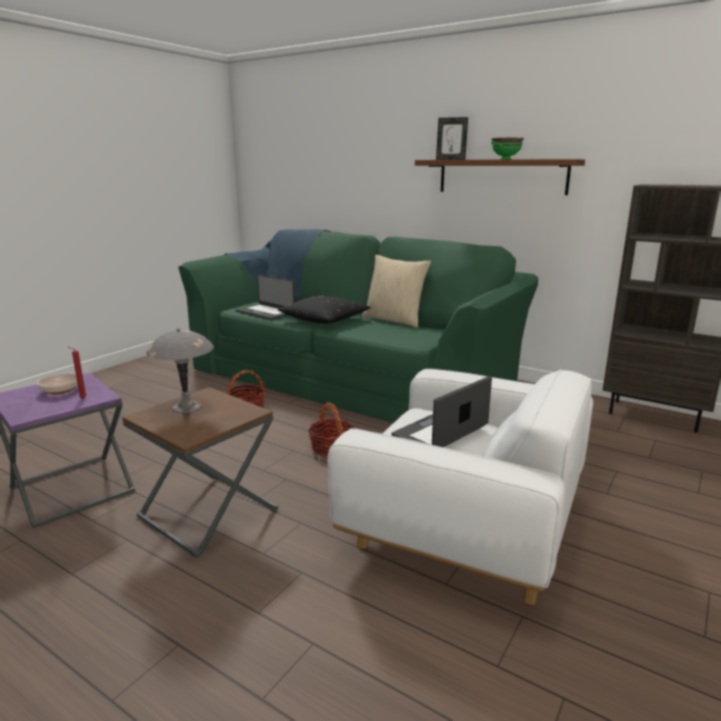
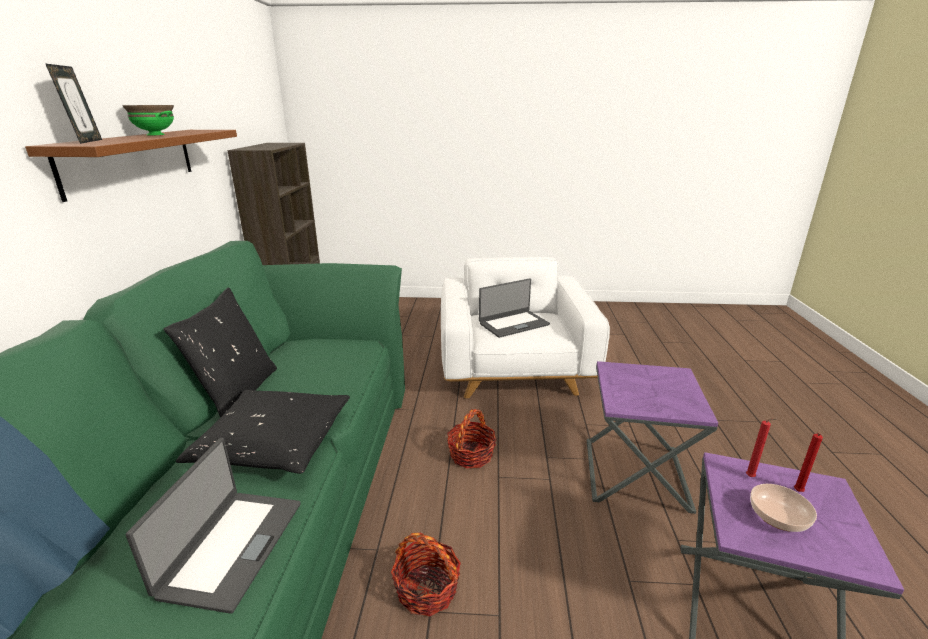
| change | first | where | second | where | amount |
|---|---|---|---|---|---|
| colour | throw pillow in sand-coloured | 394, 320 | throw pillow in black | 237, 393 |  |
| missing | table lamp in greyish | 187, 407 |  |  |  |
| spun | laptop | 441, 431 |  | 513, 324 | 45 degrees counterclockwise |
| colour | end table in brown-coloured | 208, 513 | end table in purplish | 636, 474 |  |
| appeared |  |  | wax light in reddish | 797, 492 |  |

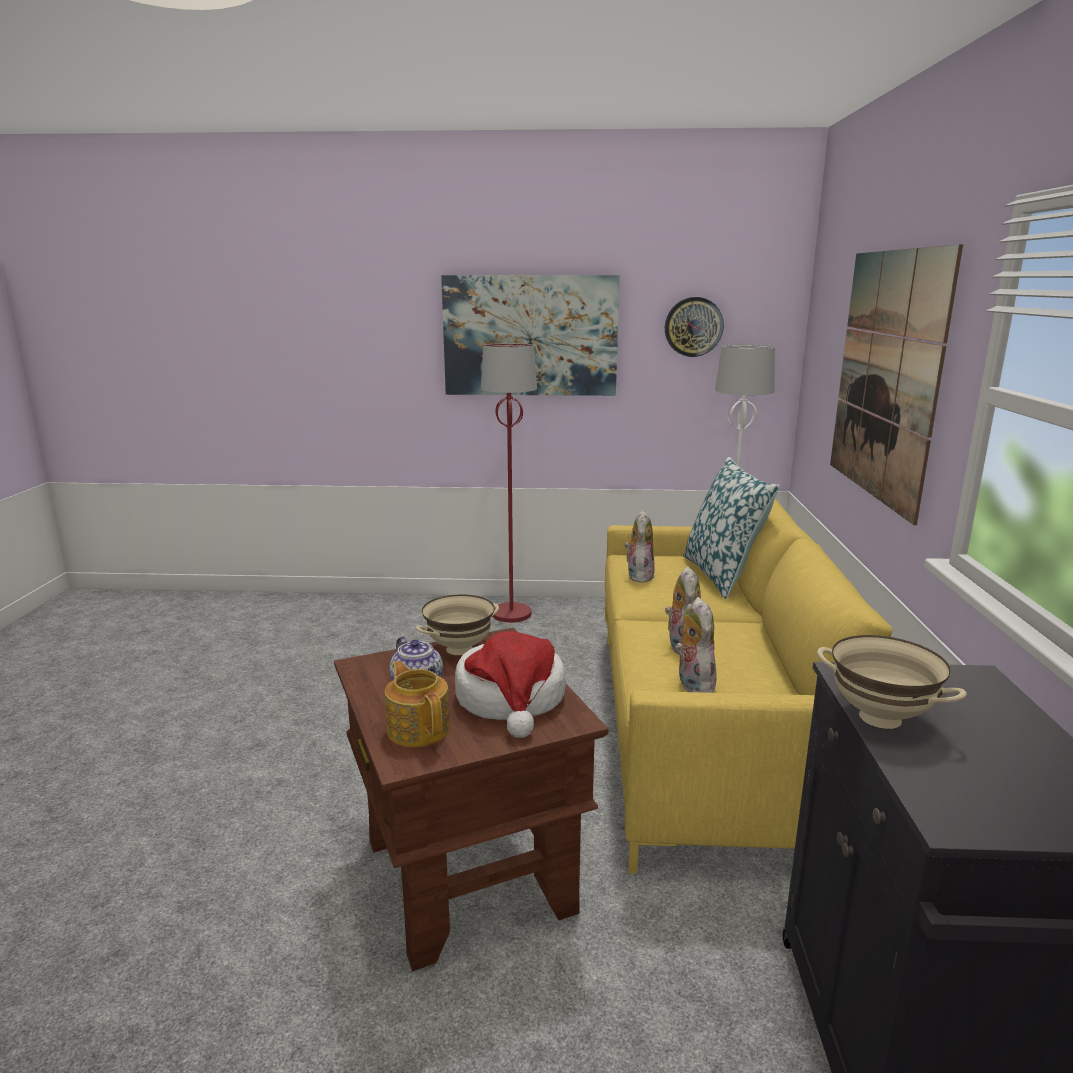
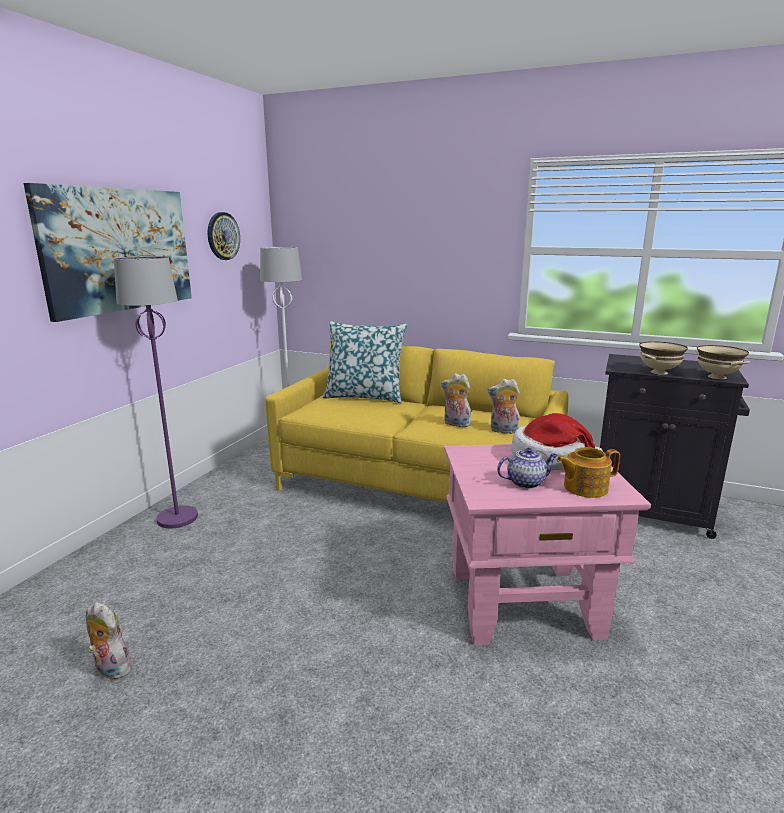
| change | first | where | second | where | amount |
|---|---|---|---|---|---|
| missing | wall picture | 886, 376 |  |  |  |
| colour | standard lamp in reddish | 511, 613 | standard lamp in purplish | 177, 518 |  |
| relocated | plush toy | 638, 575 |  | 110, 669 |  |
| relocated | serving bowl in sand-coloured | 459, 649 |  | 716, 377 |  |
| colour | end table in brown-coloured | 466, 875 | end table in pink | 524, 603 |  |

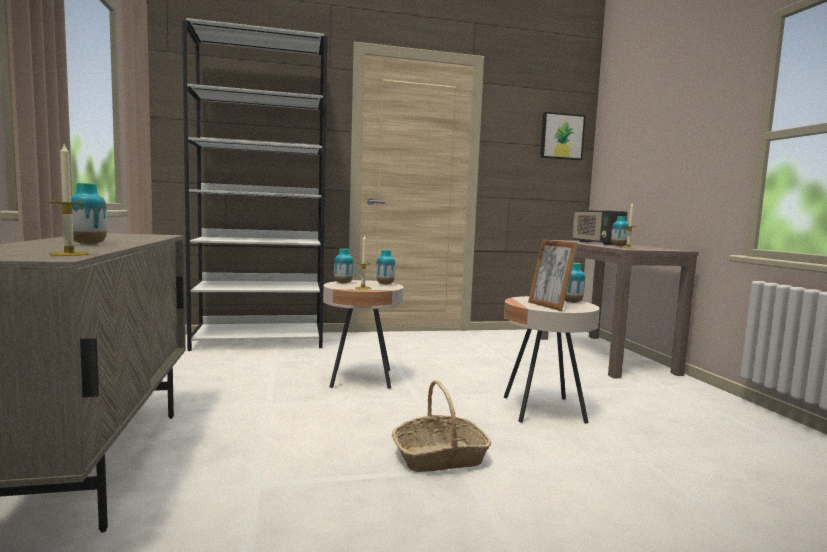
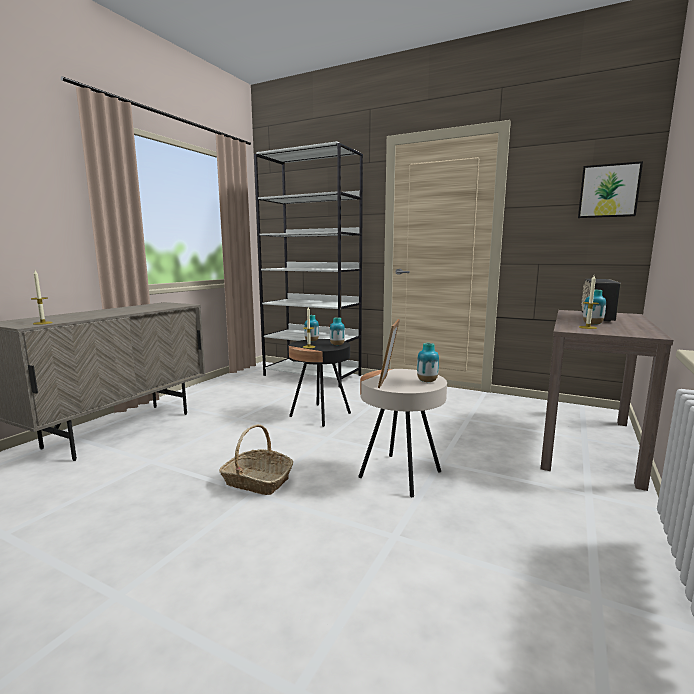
| change | first | where | second | where | amount |
|---|---|---|---|---|---|
| missing | decorative vase | 88, 244 |  |  |  |
| colour | end table in sand-coloured | 361, 378 | end table in black | 320, 415 |  |

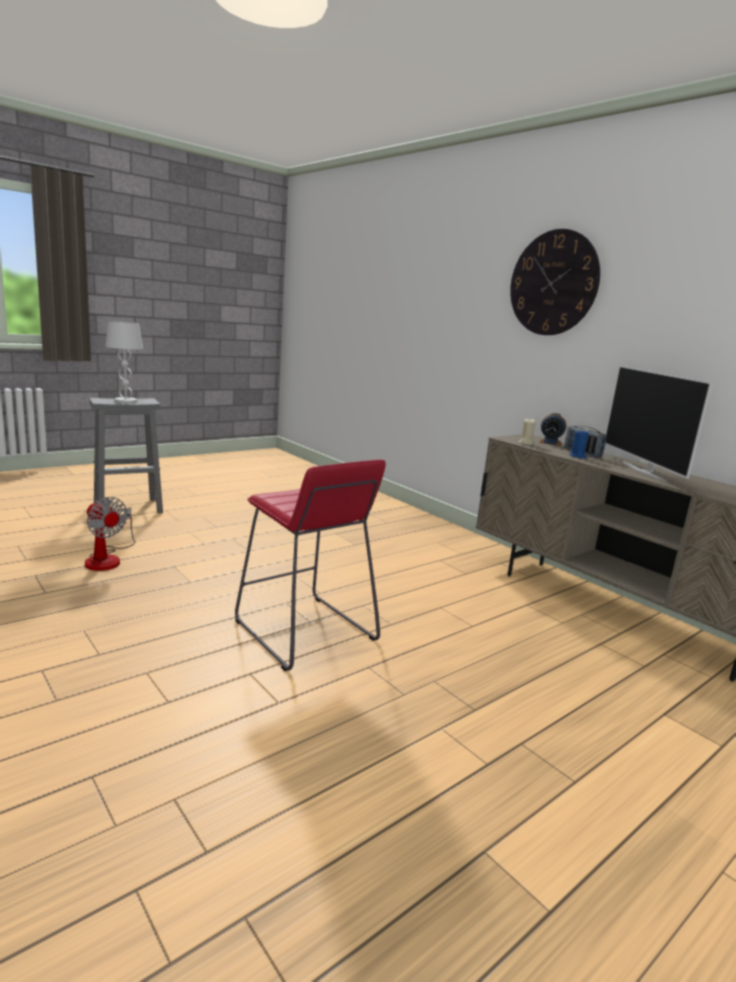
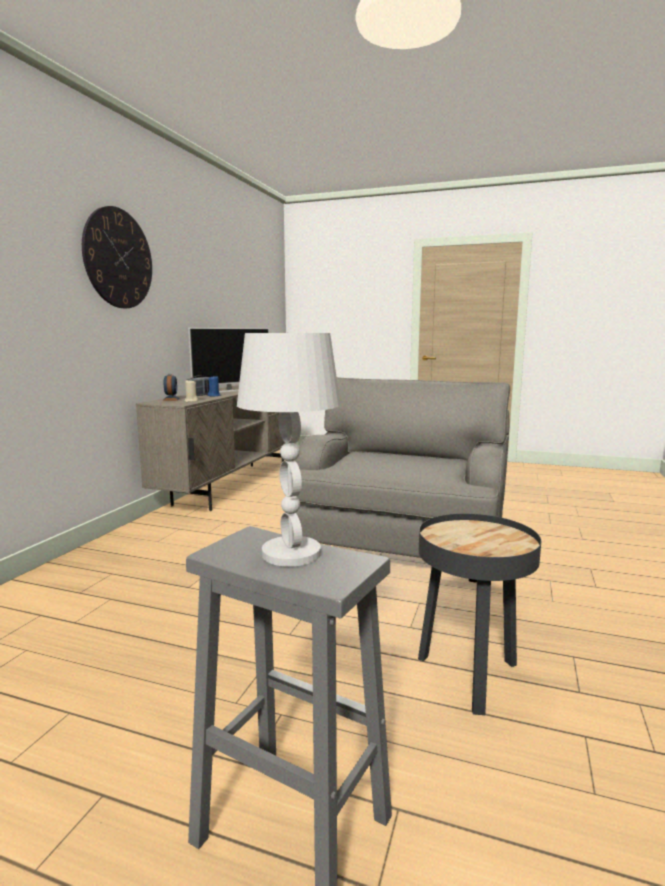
| change | first | where | second | where | amount |
|---|---|---|---|---|---|
| exchanged | stool in reddish | 304, 631 | lounge chair in greyish | 402, 540 |  |
| exchanged | fan | 108, 558 | end table in black | 469, 676 |  |

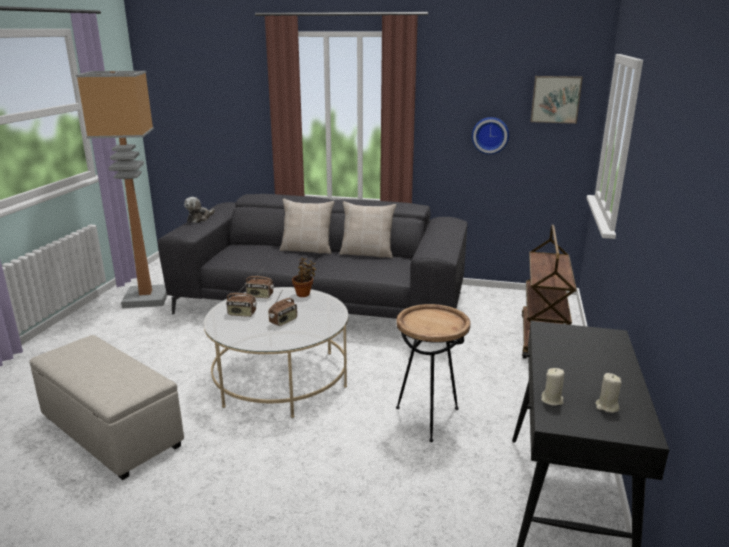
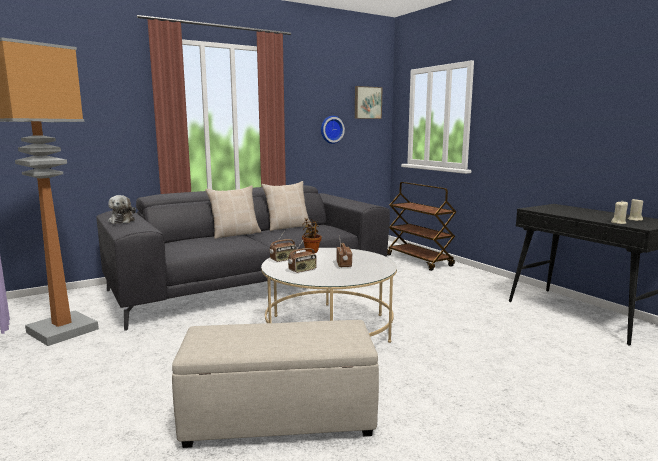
| change | first | where | second | where | amount |
|---|---|---|---|---|---|
| missing | end table in brown-coloured | 428, 418 |  |  |  |

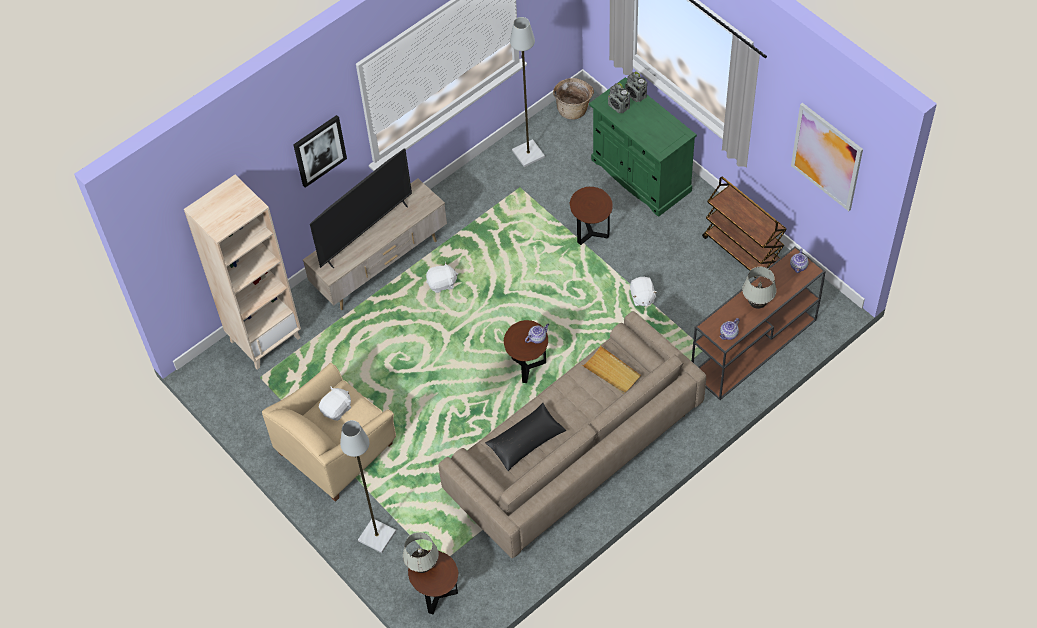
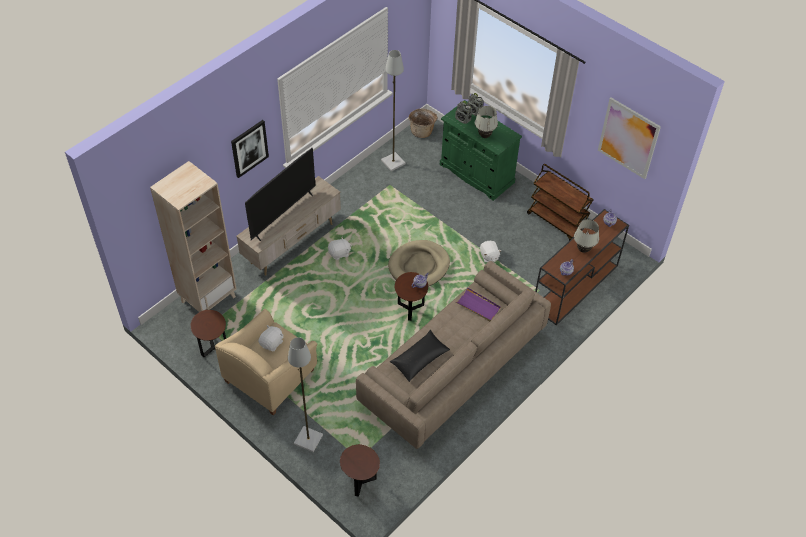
| change | first | where | second | where | amount |
|---|---|---|---|---|---|
| relocated | end table in brown-coloured | 591, 234 |  | 213, 347 |  |
| colour | serving tray in sand-coloured | 612, 372 | serving tray in purplish | 478, 306 |  |
| relocated | table lamp in whitish | 423, 566 |  | 484, 136 |  |
| appeared |  |  | dog cushion in sand-coloured | 419, 266 |  |

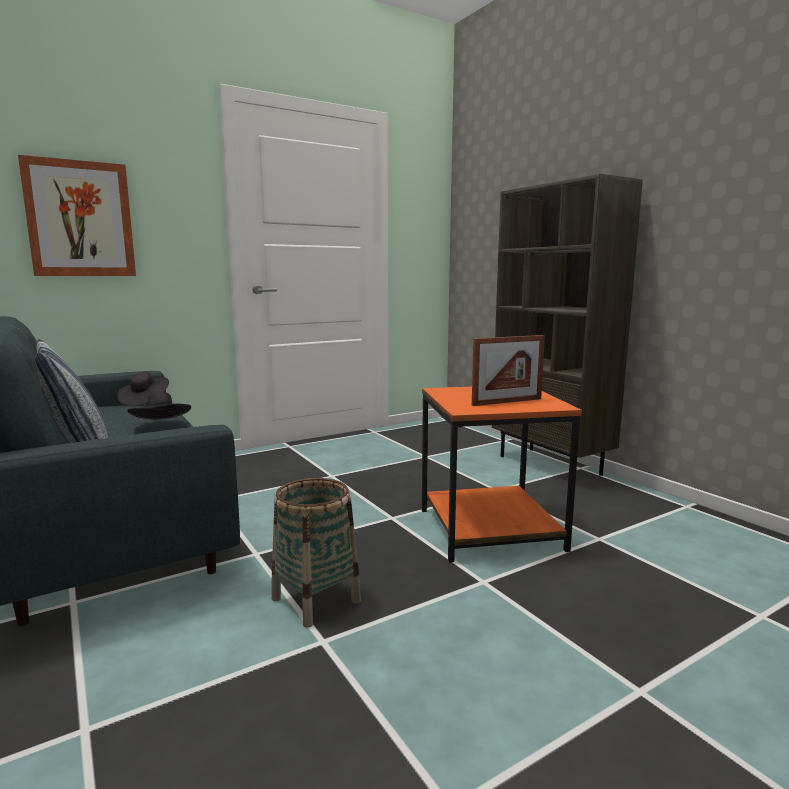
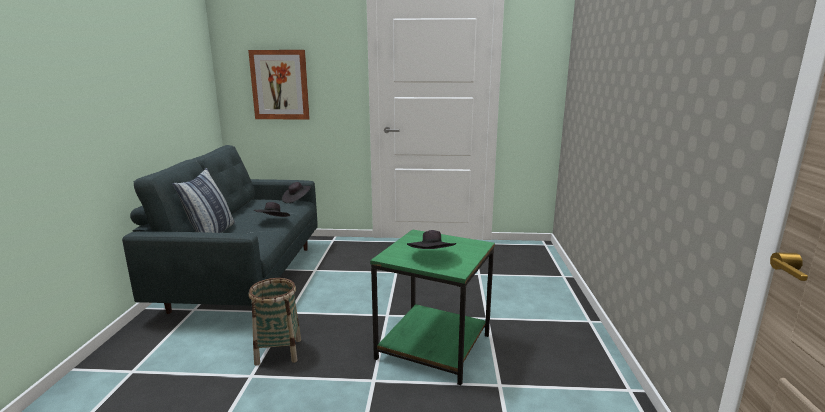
| change | first | where | second | where | amount |
|---|---|---|---|---|---|
| missing | bookshelf in brown-coloured | 551, 465 |  |  |  |
| exchanged | standing frame | 507, 402 | wearable hat in black | 432, 257 |  |
| colour | end table in orange | 490, 528 | end table in greenish | 435, 346 |  |

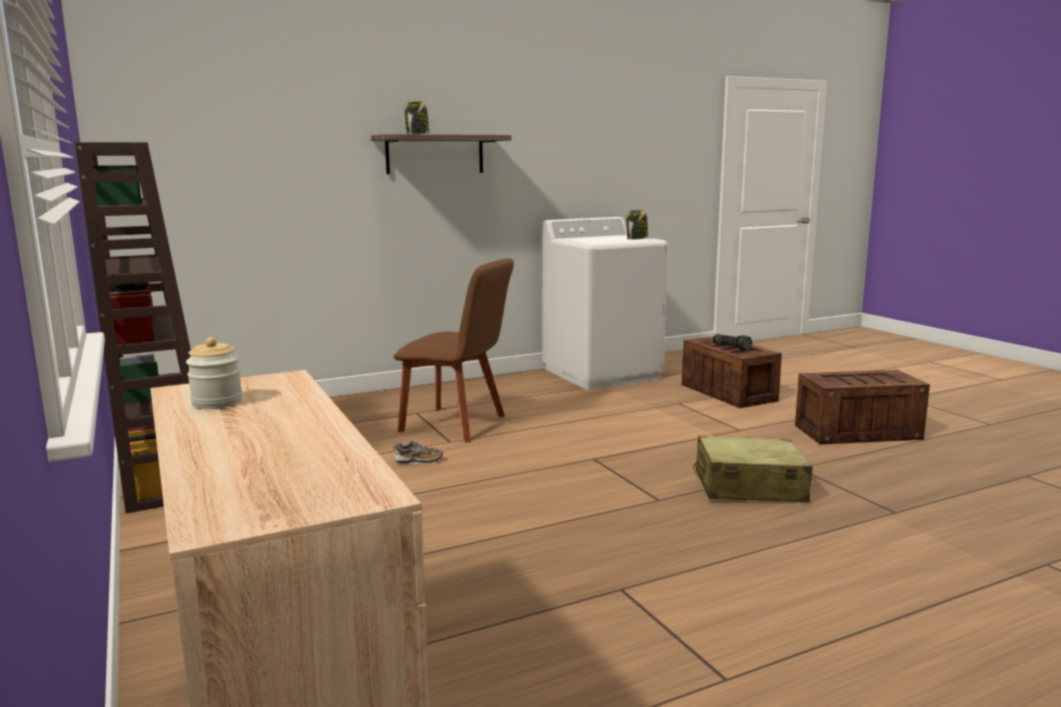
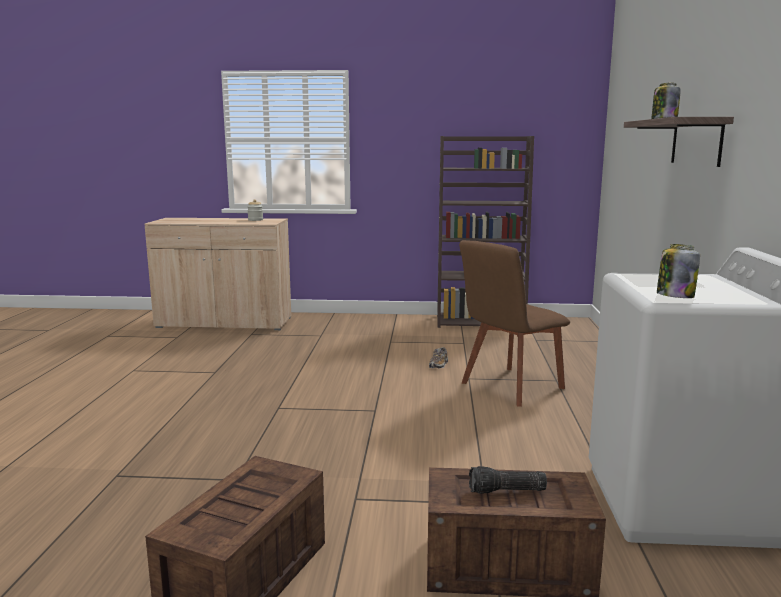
| change | first | where | second | where | amount |
|---|---|---|---|---|---|
| missing | suitcase in sand-coloured | 748, 487 |  |  |  |

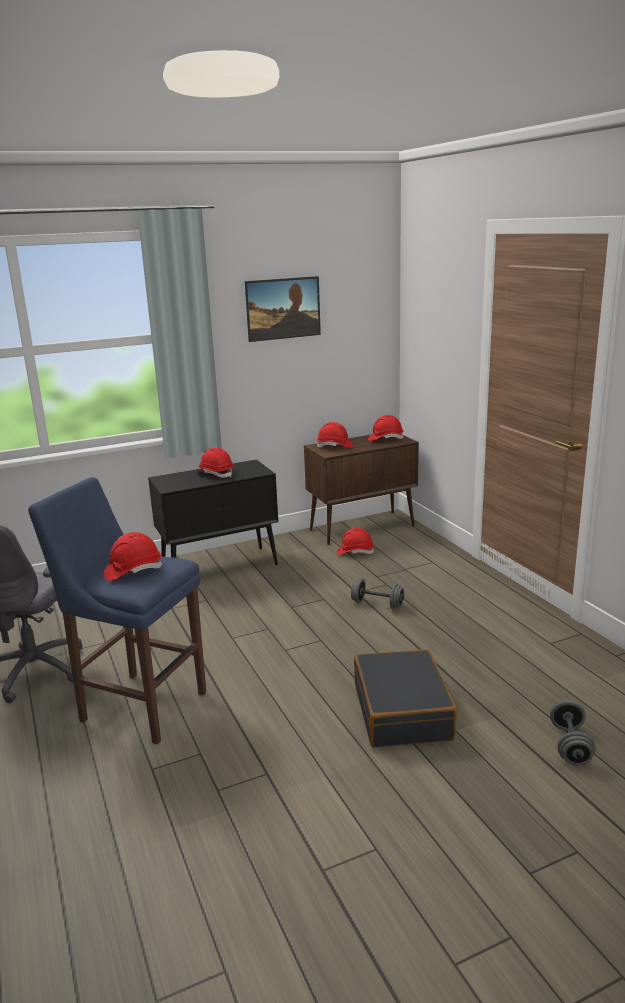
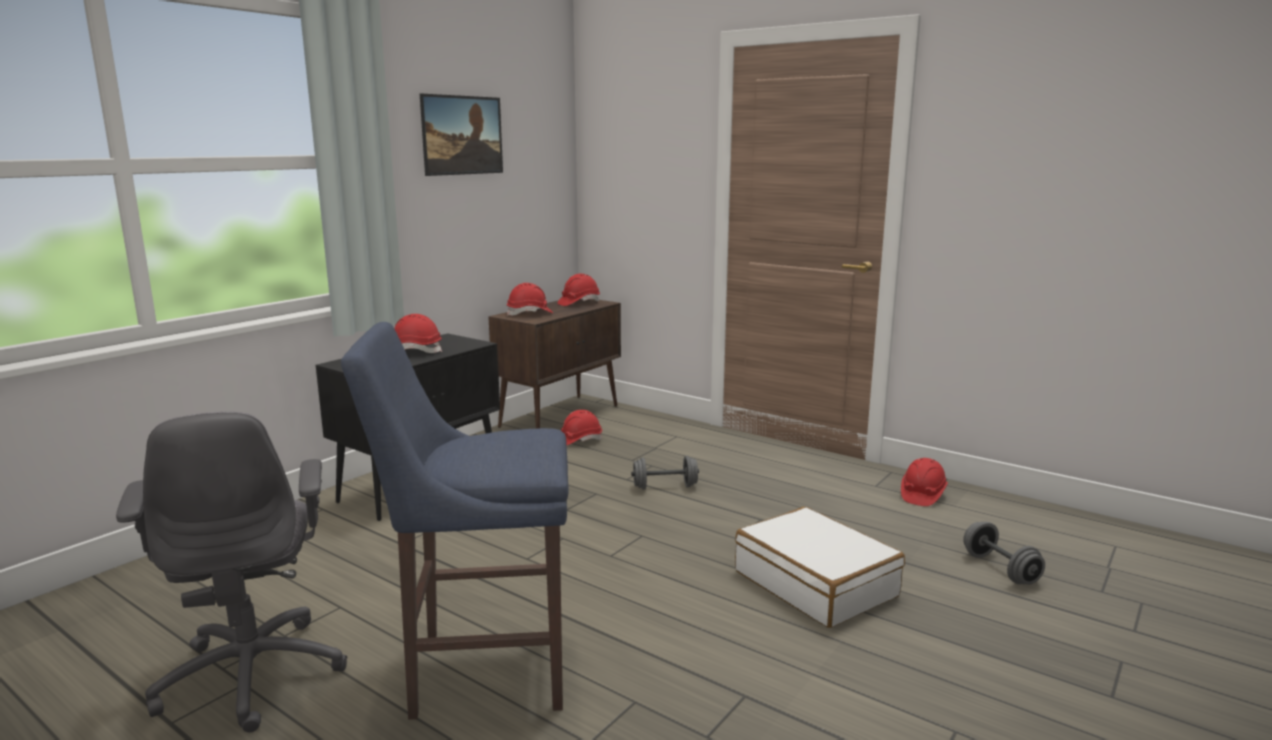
| change | first | where | second | where | amount |
|---|---|---|---|---|---|
| relocated | hard hat in reddish | 133, 571 |  | 922, 495 |  |
| colour | suitcase in black | 403, 712 | suitcase in whitish | 816, 584 |  |

